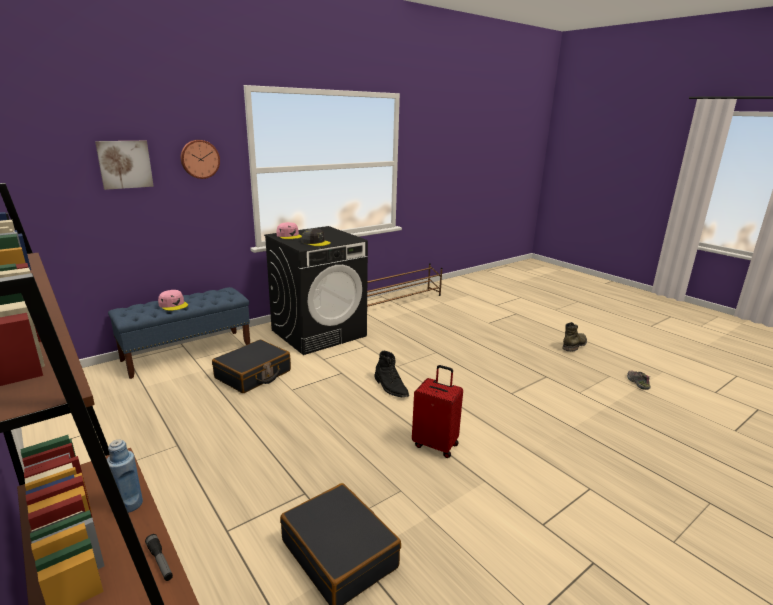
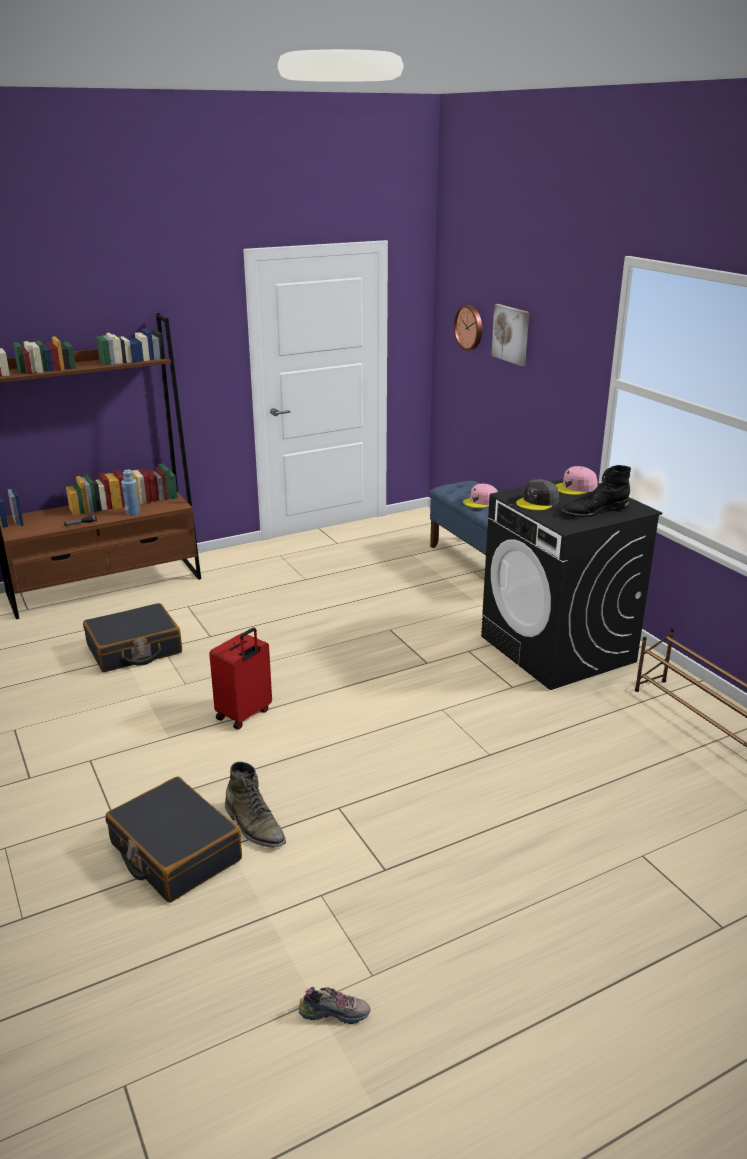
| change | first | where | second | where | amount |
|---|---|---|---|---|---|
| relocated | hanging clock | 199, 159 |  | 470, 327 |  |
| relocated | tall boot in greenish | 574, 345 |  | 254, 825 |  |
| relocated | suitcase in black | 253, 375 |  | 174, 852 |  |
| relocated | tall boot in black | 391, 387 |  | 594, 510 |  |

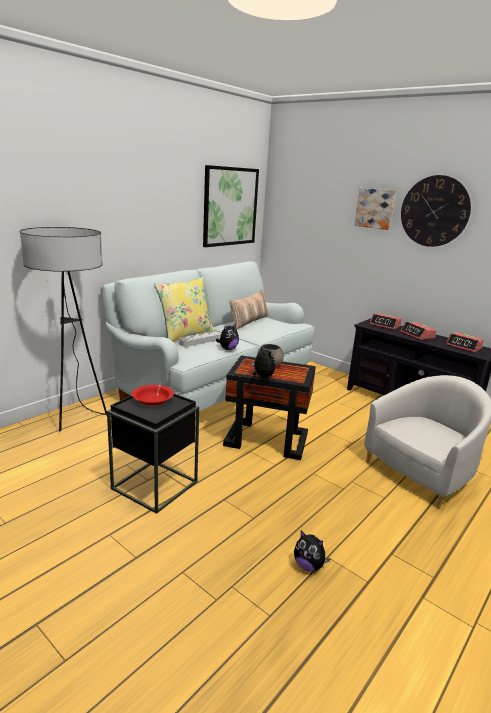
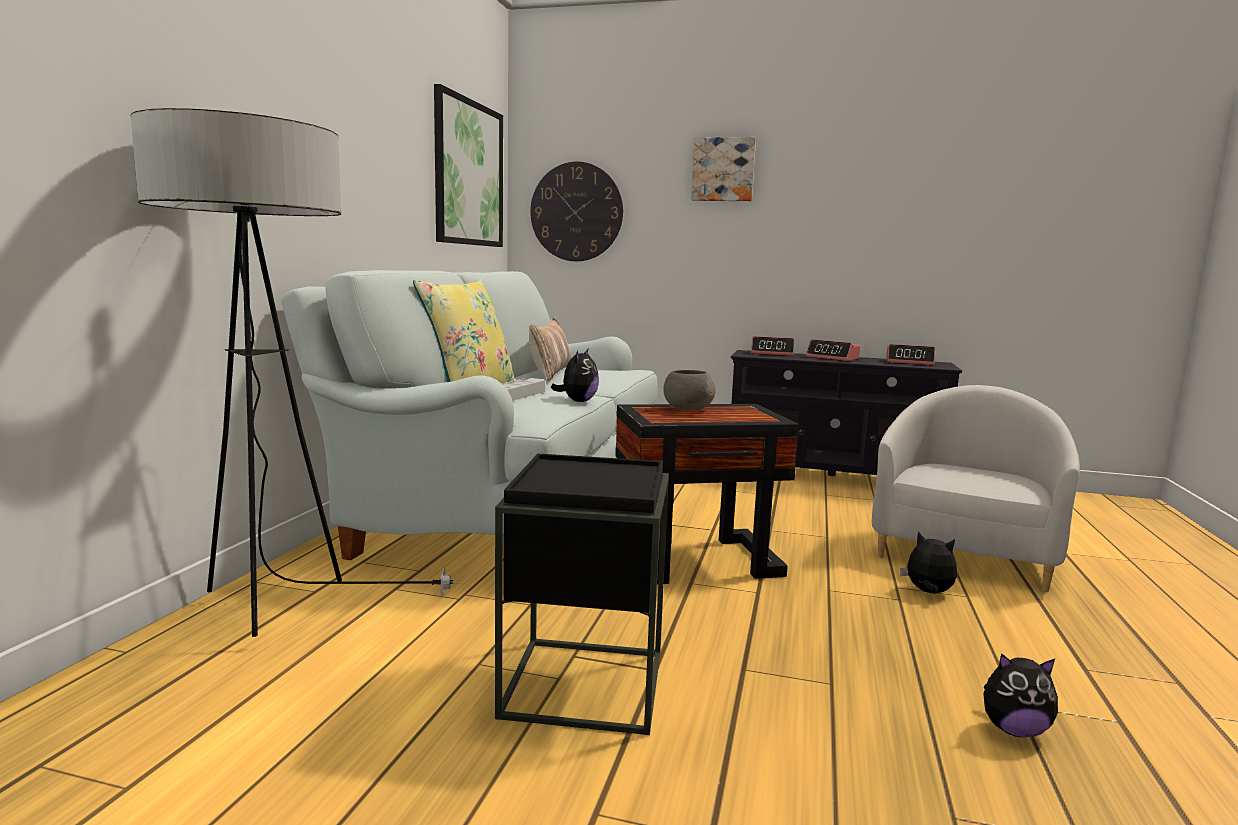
| change | first | where | second | where | amount |
|---|---|---|---|---|---|
| relocated | hanging clock | 434, 211 |  | 576, 212 |  |
| relocated | plush toy | 262, 377 |  | 928, 592 |  |
| missing | serving bowl in reddish | 153, 400 |  |  |  |

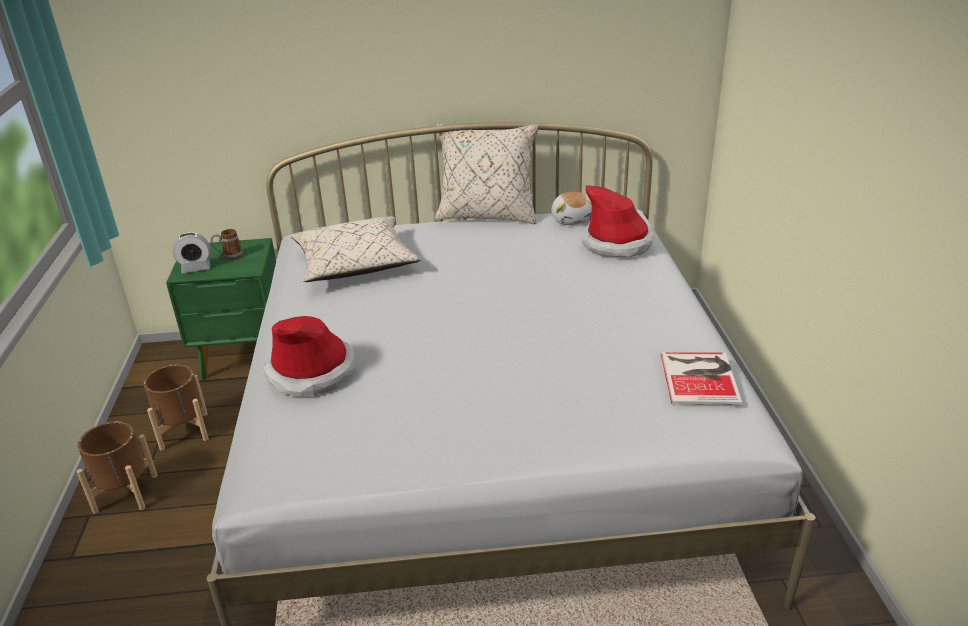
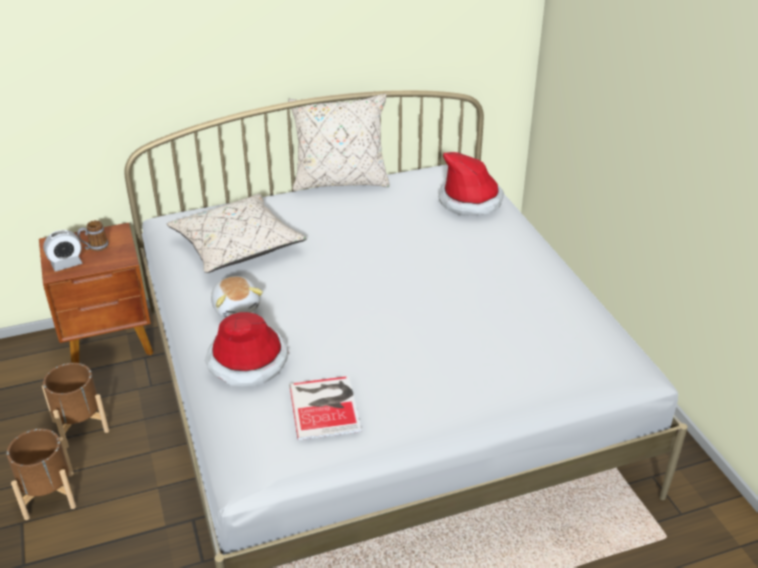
| change | first | where | second | where | amount |
|---|---|---|---|---|---|
| relocated | plush toy | 572, 219 |  | 236, 307 |  |
| colour | nightstand in greenish | 246, 357 | nightstand in brown-coloured | 111, 342 |  |
| relocated | bound book | 700, 377 |  | 326, 406 |  |

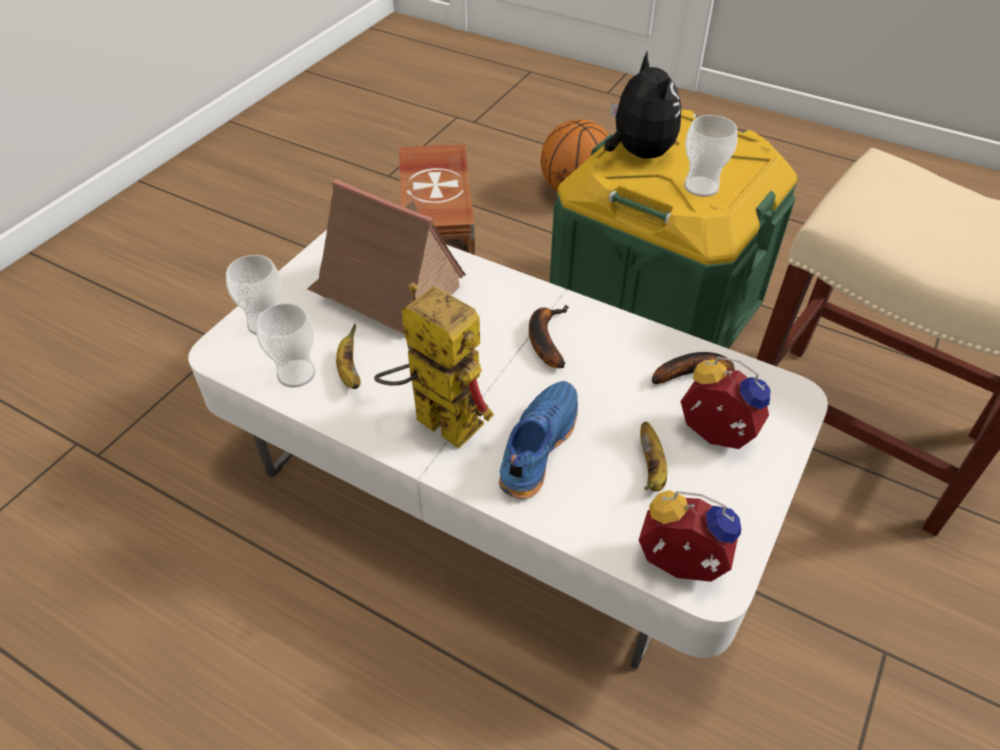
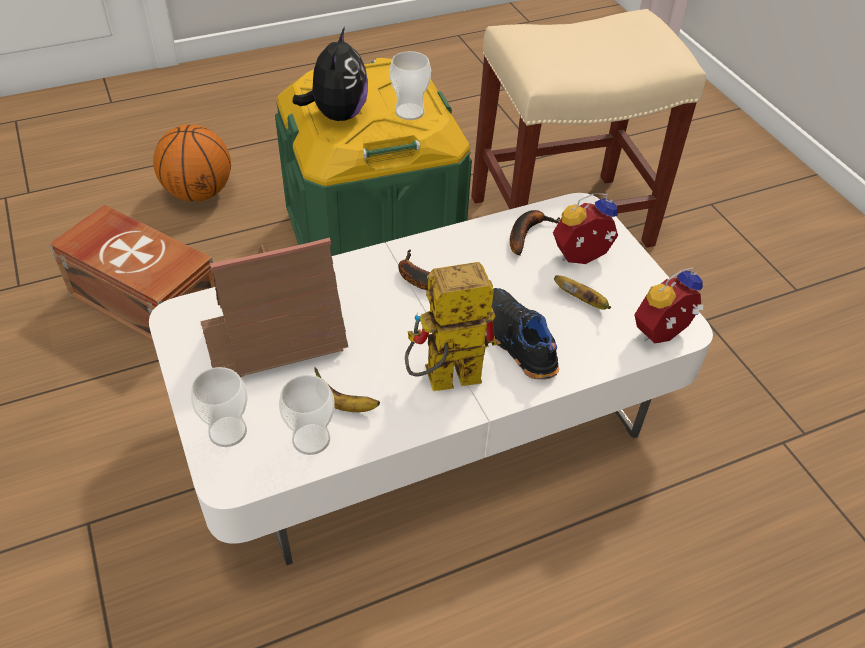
| change | first | where | second | where | amount |
|---|---|---|---|---|---|
| spun | plush toy | 638, 153 |  | 337, 115 | 75 degrees clockwise |
| colour | low shoe in blue | 536, 446 | low shoe in black | 516, 342 |  |

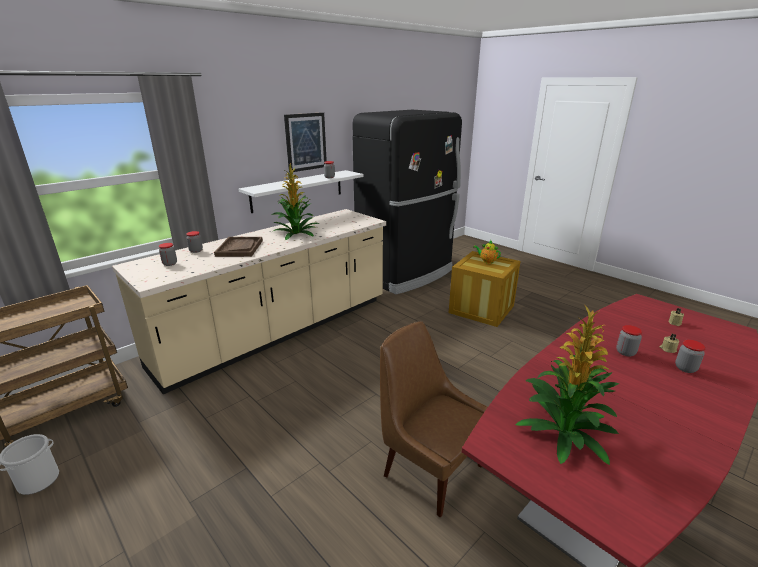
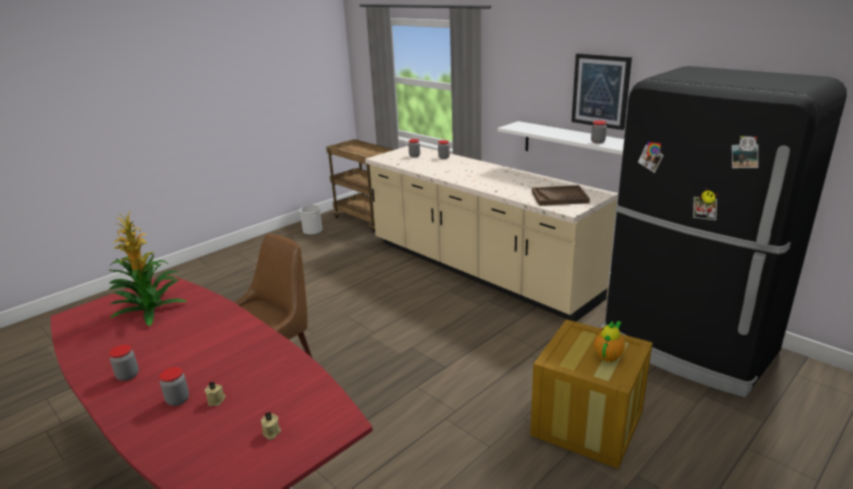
| change | first | where | second | where | amount |
|---|---|---|---|---|---|
| missing | houseplant | 296, 234 |  |  |  |
| relocated | serving tray in brown-coloured | 239, 248 |  | 559, 197 |  |
| relocated | jar | 625, 352 |  | 128, 376 |  |

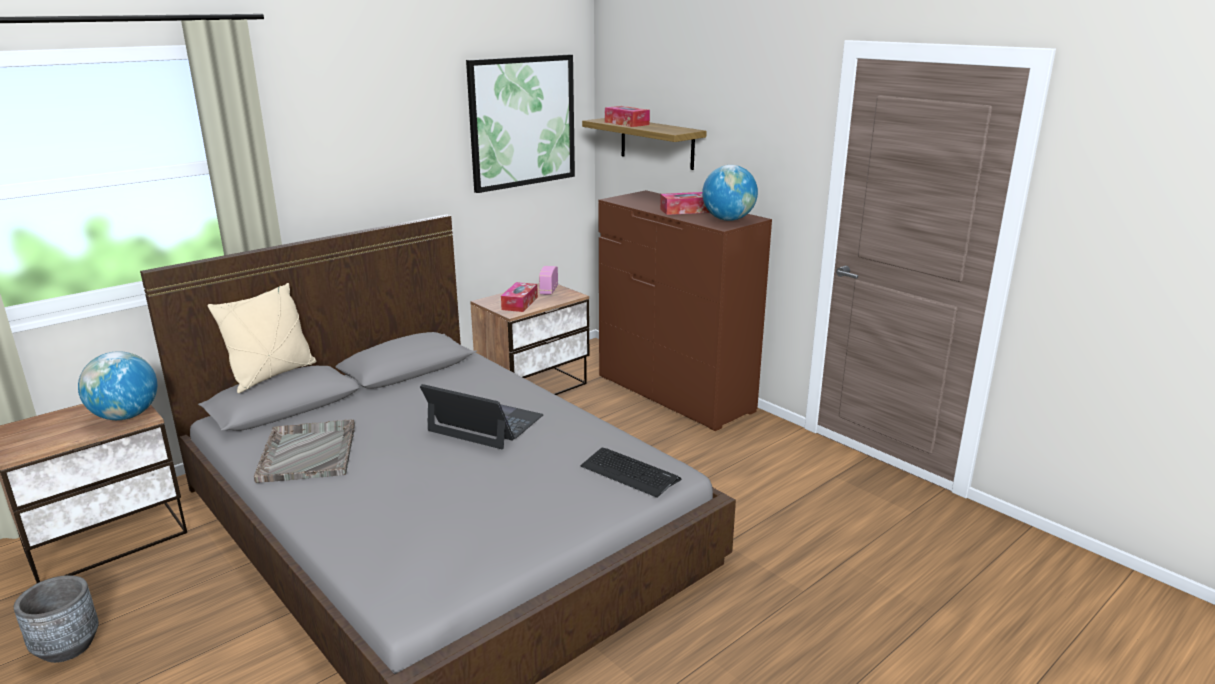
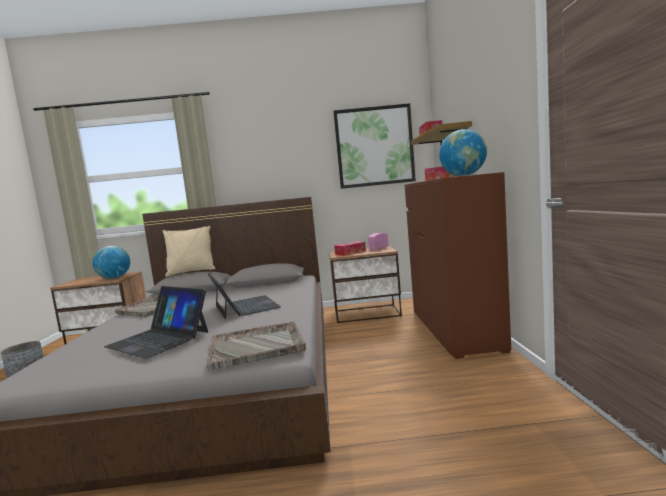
| change | first | where | second | where | amount |
|---|---|---|---|---|---|
| exchanged | keyboard | 629, 473 | serving tray in greyish | 257, 346 |  |
| appeared |  |  | laptop | 159, 339 |  |

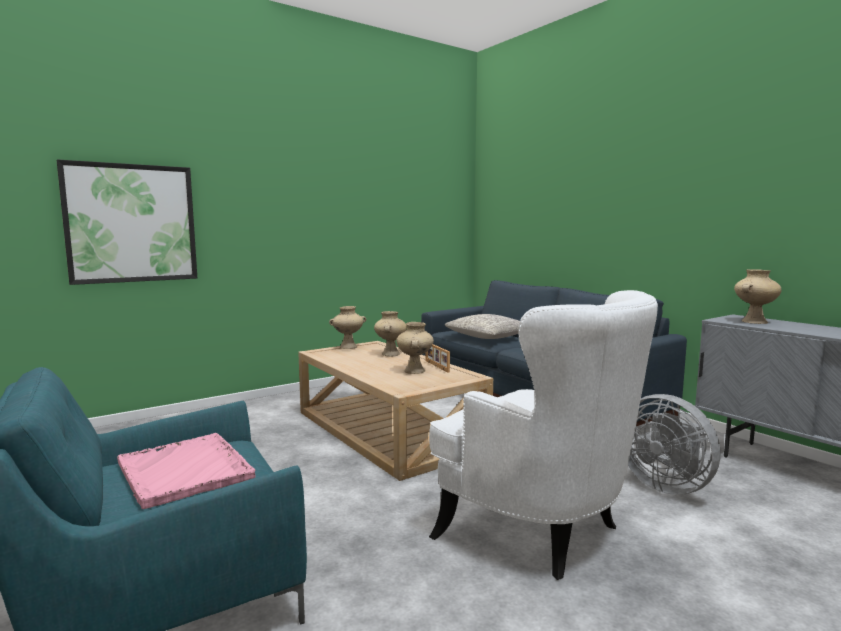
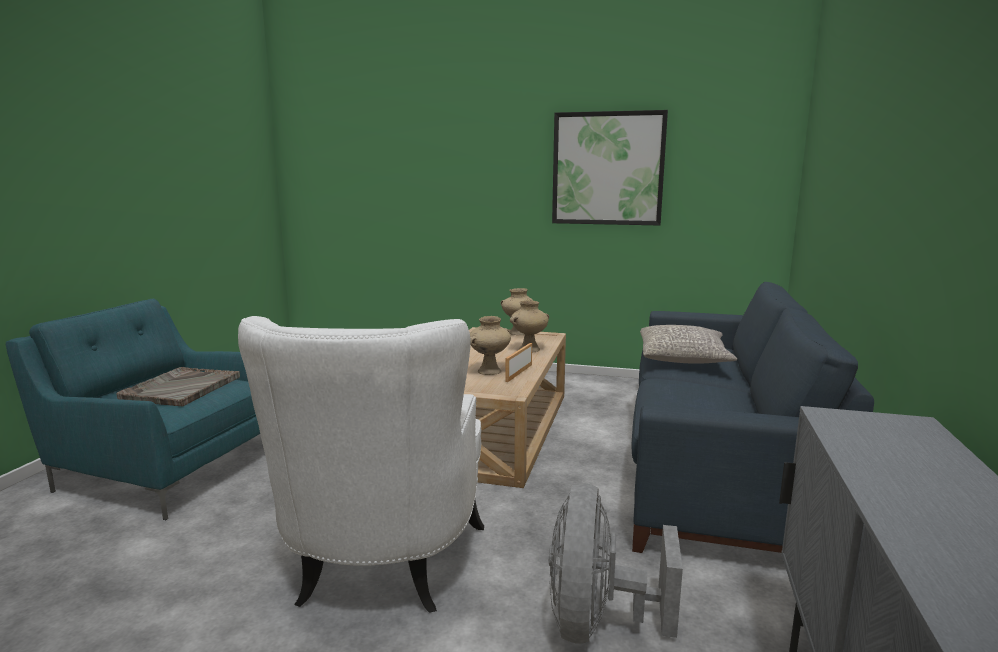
| change | first | where | second | where | amount |
|---|---|---|---|---|---|
| relocated | wall picture | 131, 223 |  | 607, 169 |  |
| missing | decorative vase in sand-coloured | 754, 321 |  |  |  |
| colour | serving tray in pink | 185, 471 | serving tray in greyish | 181, 388 |  |

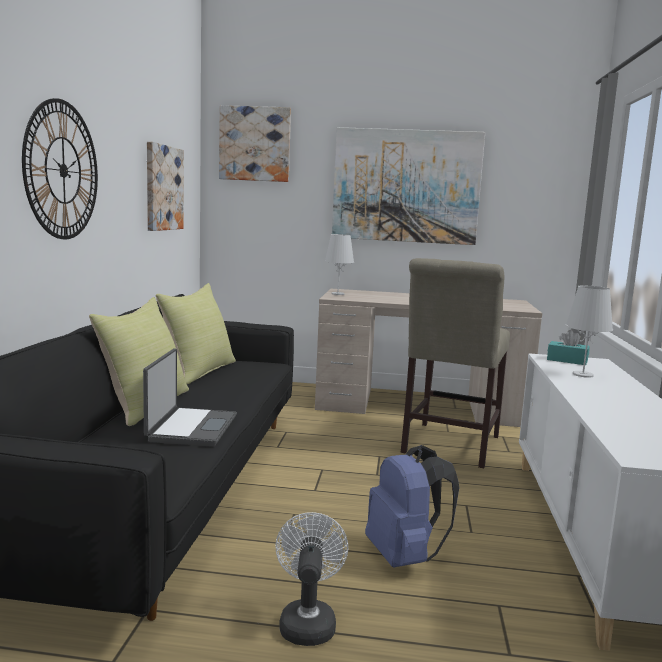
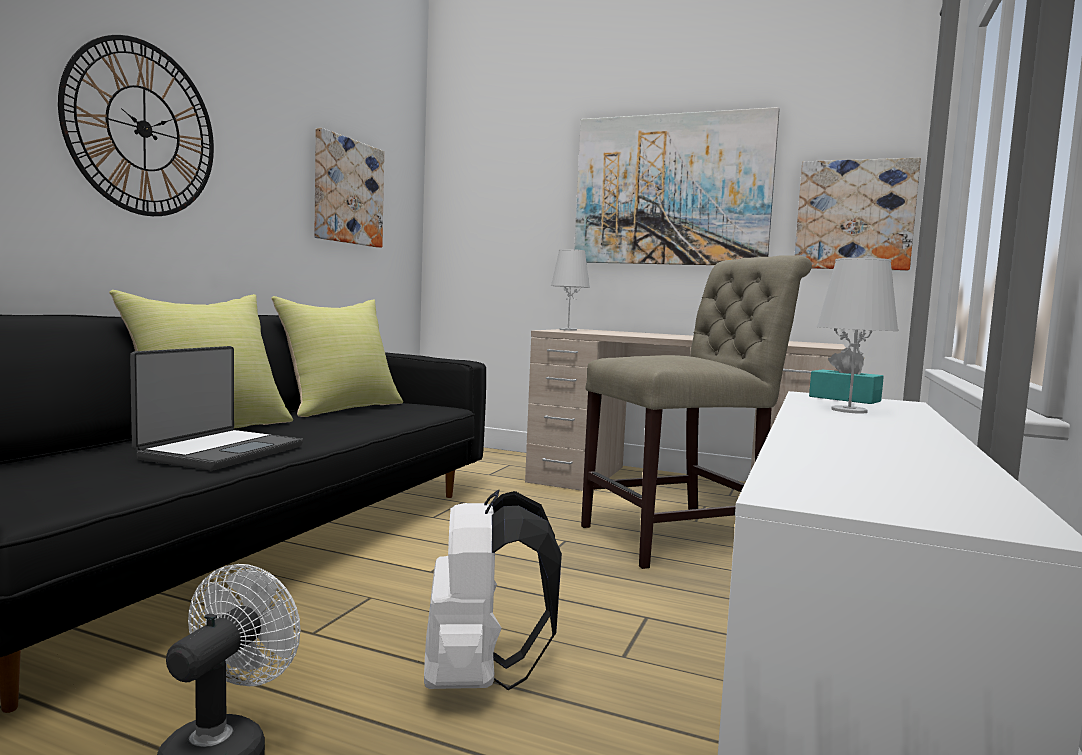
| change | first | where | second | where | amount |
|---|---|---|---|---|---|
| relocated | wall picture | 255, 144 |  | 854, 215 |  |
| spun | upright chair in sand-coloured | 448, 446 |  | 681, 538 | 150 degrees counterclockwise |
| colour | rucksack in blue | 405, 557 | rucksack in whitish | 479, 679 |  |

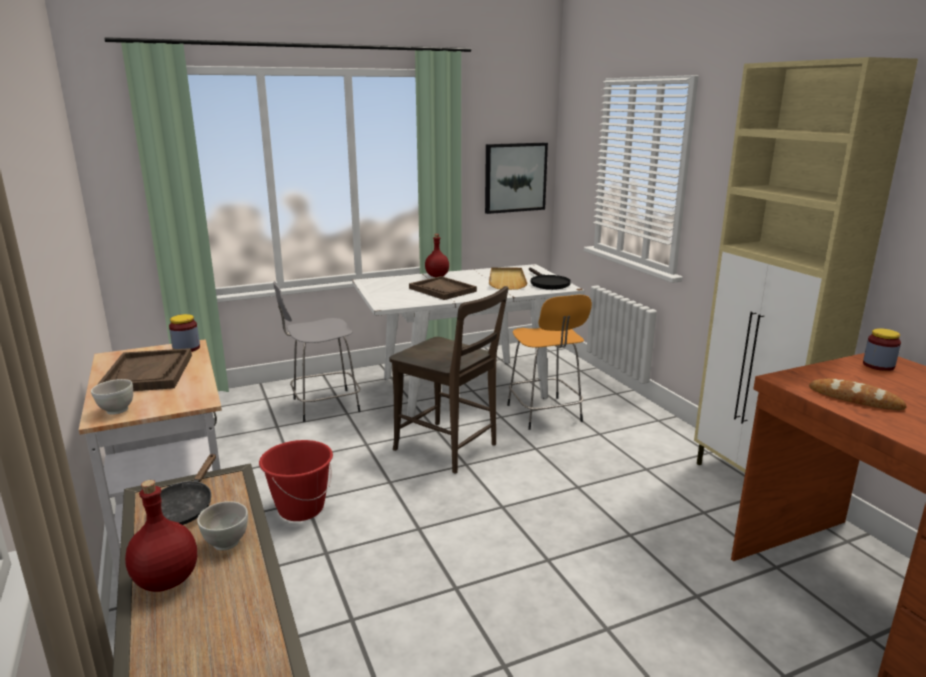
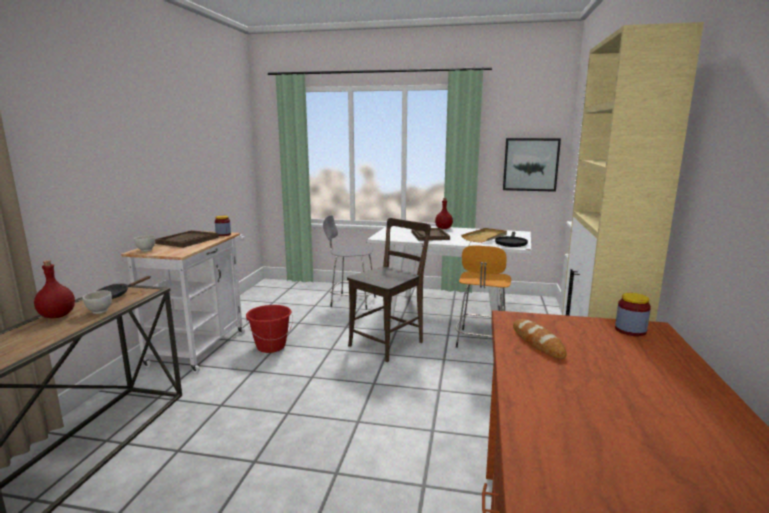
| change | first | where | second | where | amount |
|---|---|---|---|---|---|
| spun | upright chair in brown-coloured | 450, 449 |  | 389, 343 | 120 degrees counterclockwise |

